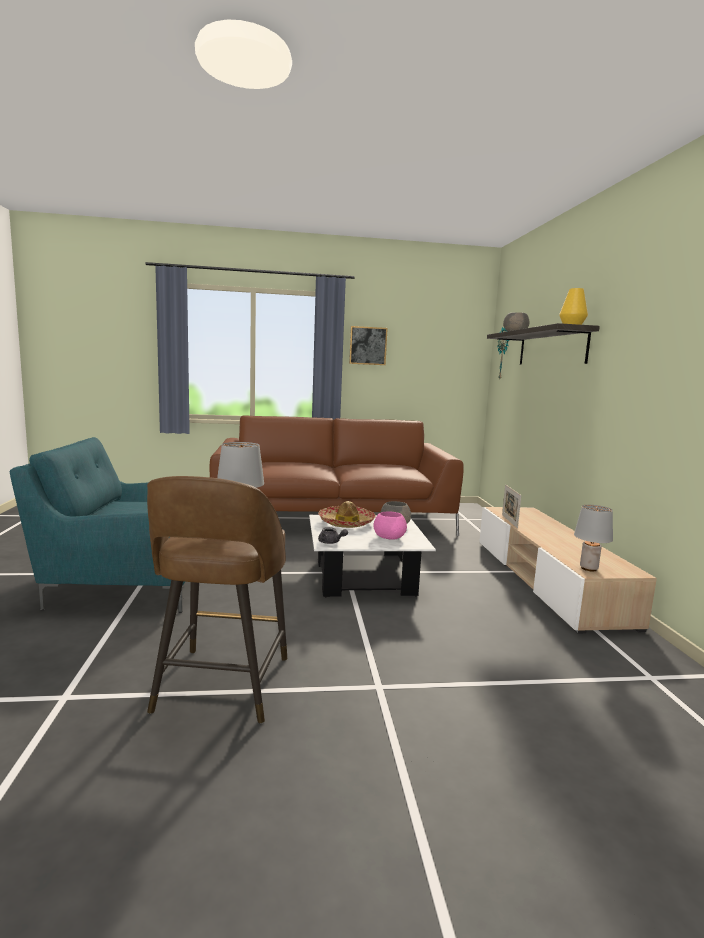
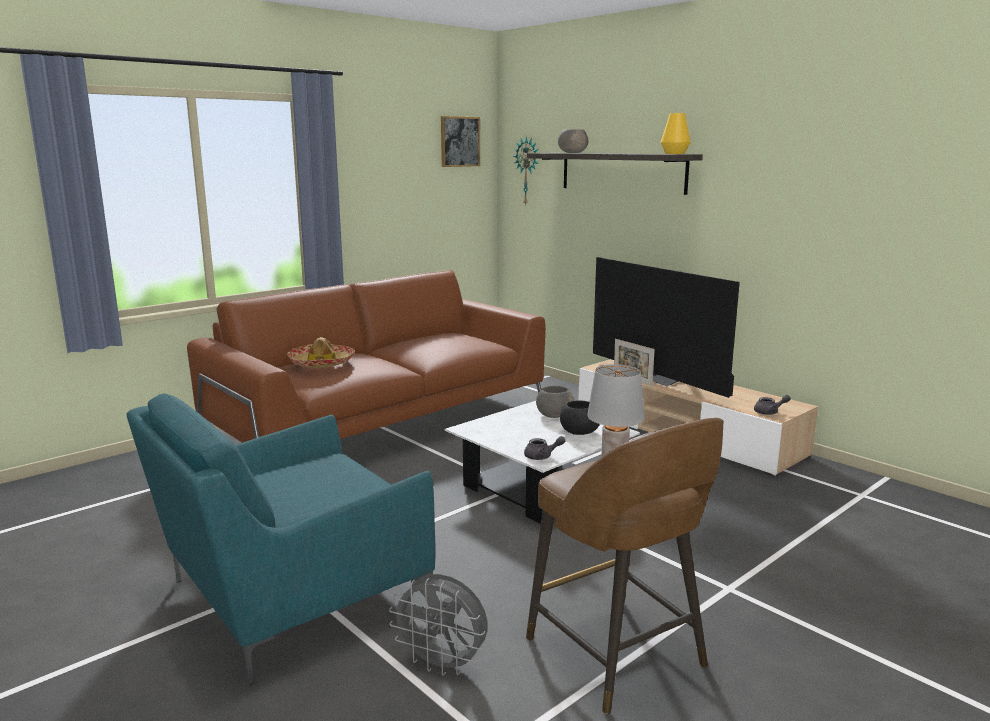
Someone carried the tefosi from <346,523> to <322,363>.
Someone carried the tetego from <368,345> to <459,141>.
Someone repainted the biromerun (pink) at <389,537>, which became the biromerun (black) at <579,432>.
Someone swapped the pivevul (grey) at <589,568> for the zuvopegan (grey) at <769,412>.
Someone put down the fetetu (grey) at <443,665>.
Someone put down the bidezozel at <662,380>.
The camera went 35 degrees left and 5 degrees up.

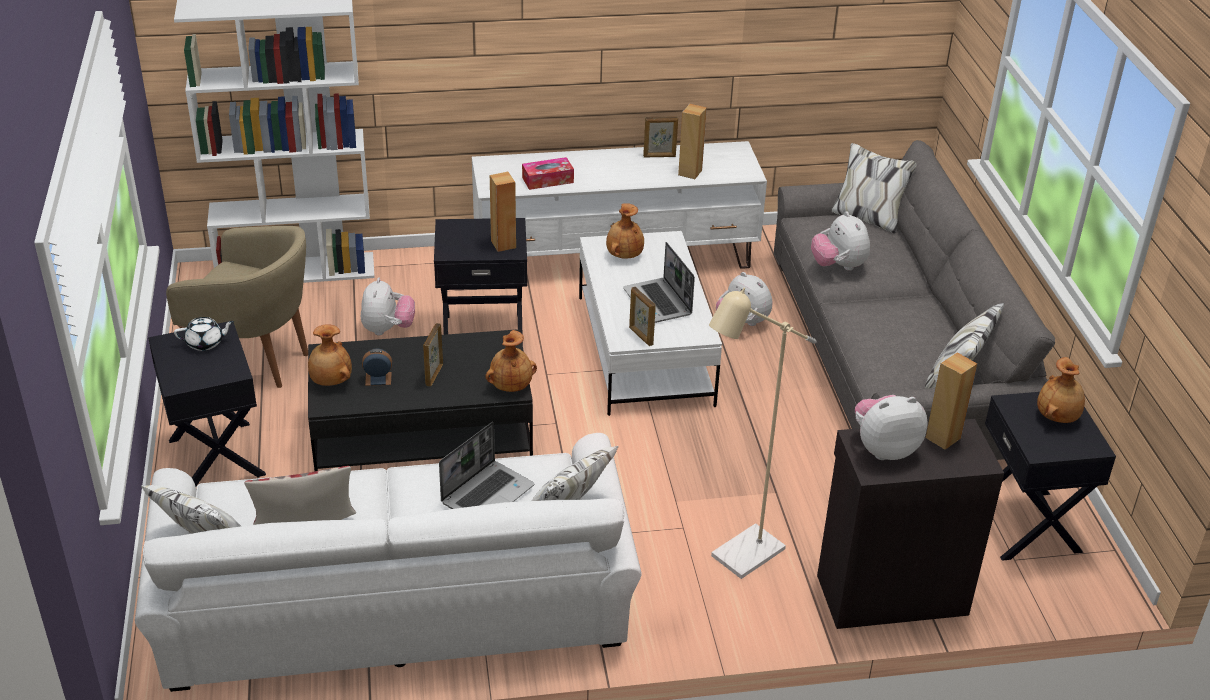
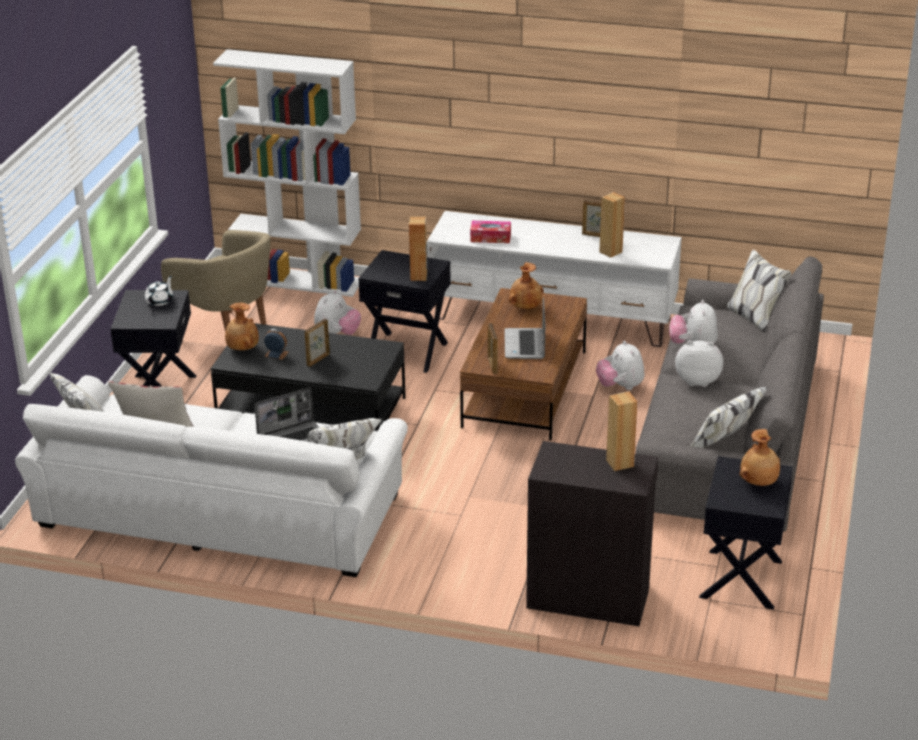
Someone rotated the zuvopegan (white) at <205,343> by 75 degrees counterclockwise.
Someone took away the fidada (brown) at <510,386>.
Someone repainted the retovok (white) at <645,350>, which became the retovok (brown) at <525,389>.
Someone took away the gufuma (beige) at <739,559>.
Someone carried the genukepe from <884,448> to <697,380>.
The camera went 25 degrees right and 5 degrees down.

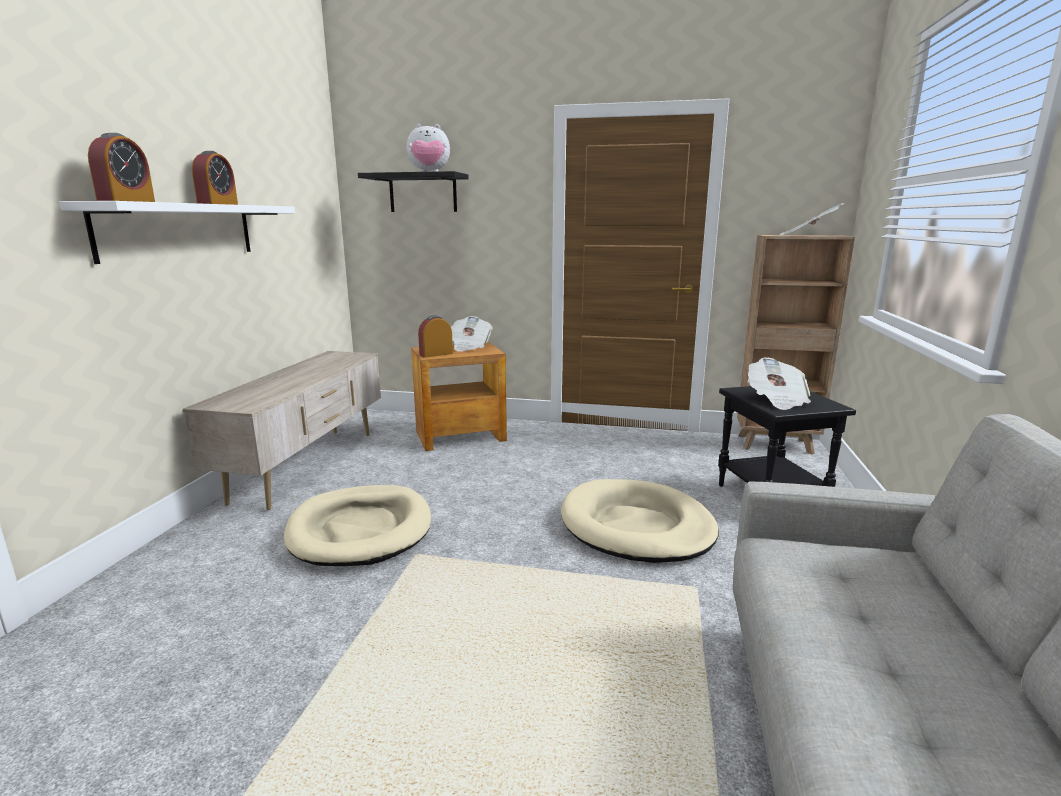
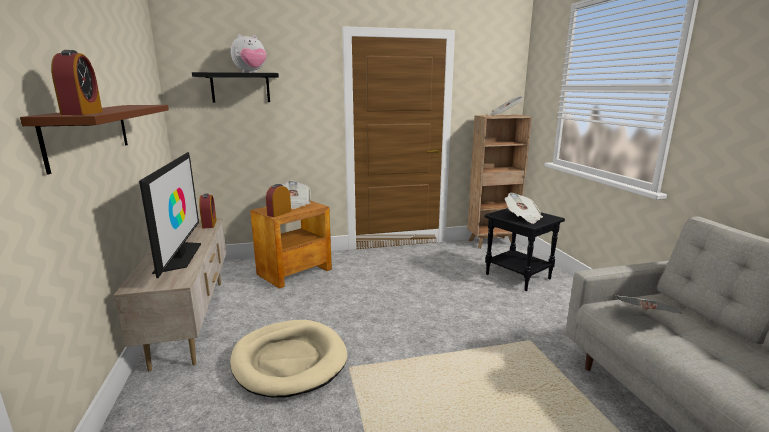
Someone repainted the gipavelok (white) at <179,231>, which became the gipavelok (brown) at <89,133>.
Someone carried the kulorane from <218,204> to <209,224>.
Someone took away the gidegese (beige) at <636,526>.
Someone put down the bidezozel at <180,256>.
Someone put down the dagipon at <643,318>.
The camera went 25 degrees left and 0 degrees up.

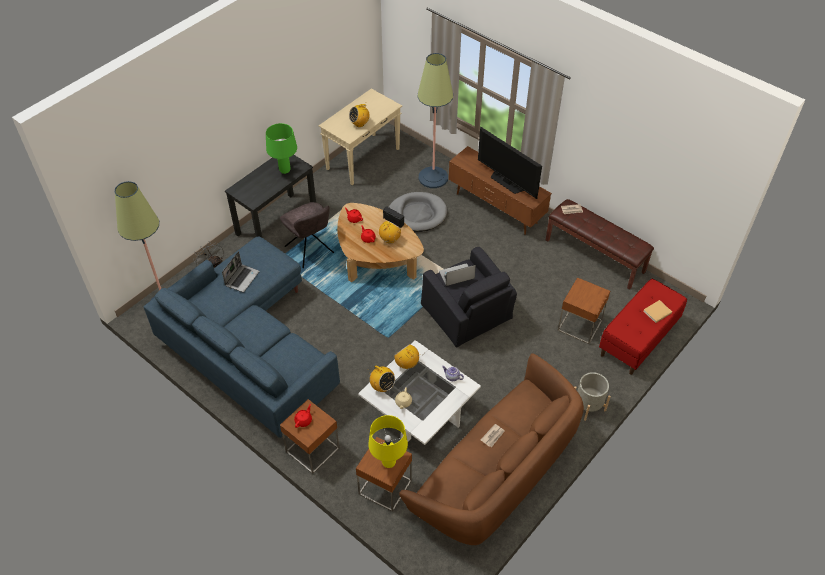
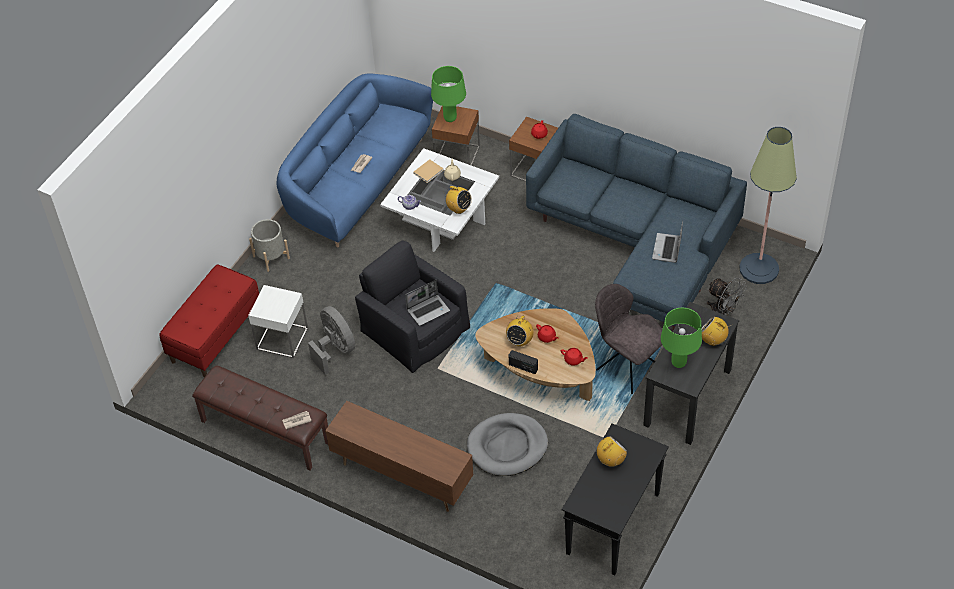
Someone repainted the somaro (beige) at <363,159>, which became the somaro (black) at <613,525>.
Someone repainted the pivevul (yellow) at <389,462>, which became the pivevul (green) at <450,119>.
Someone carried the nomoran from <382,386> to <713,340>.
Someone repainted the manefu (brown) at <496,474>, which became the manefu (blue) at <357,183>.
Someone took away the gufuma at <433,177>.
Someone took away the bidezozel at <507,182>.
Someone repainted the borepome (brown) at <580,325>, which became the borepome (white) at <282,338>.
Someone carried the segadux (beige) from <656,312> to <429,171>.
Someone put down the fetetu (grey) at <335,350>.
The camera went 170 degrees right and 0 degrees up.

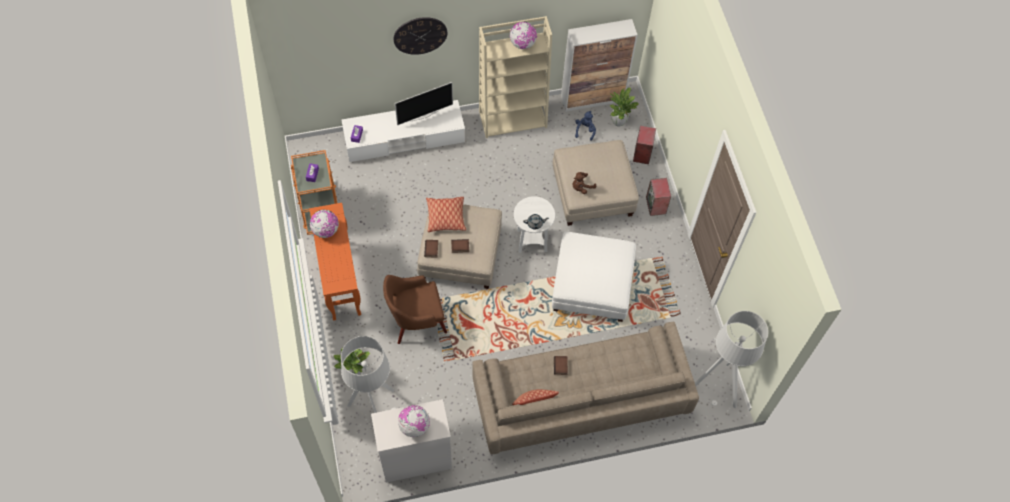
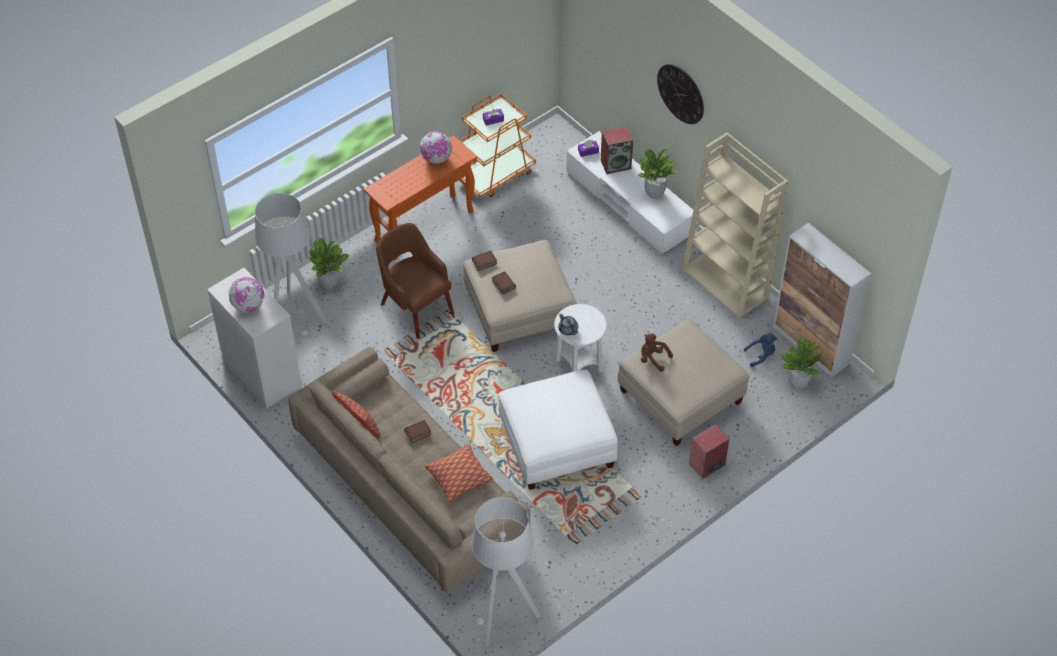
Someone swapped the bidezozel at <424,115> for the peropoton at <654,193>.
Someone carried the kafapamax from <446,217> to <459,477>.
Someone took away the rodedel at <523,44>.
Someone carried the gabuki from <641,154> to <616,164>.
The camera went 65 degrees right and 10 degrees down.

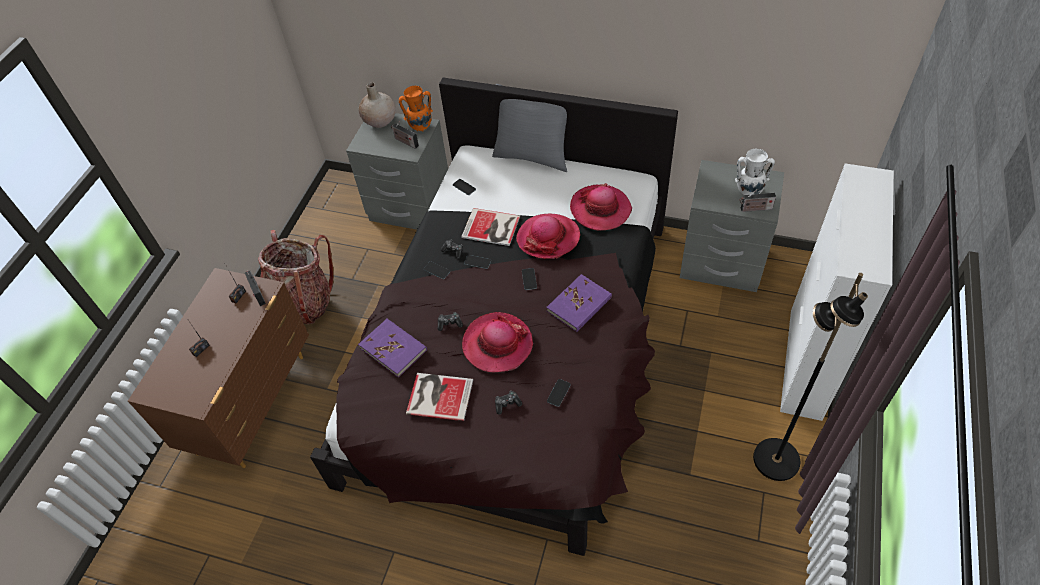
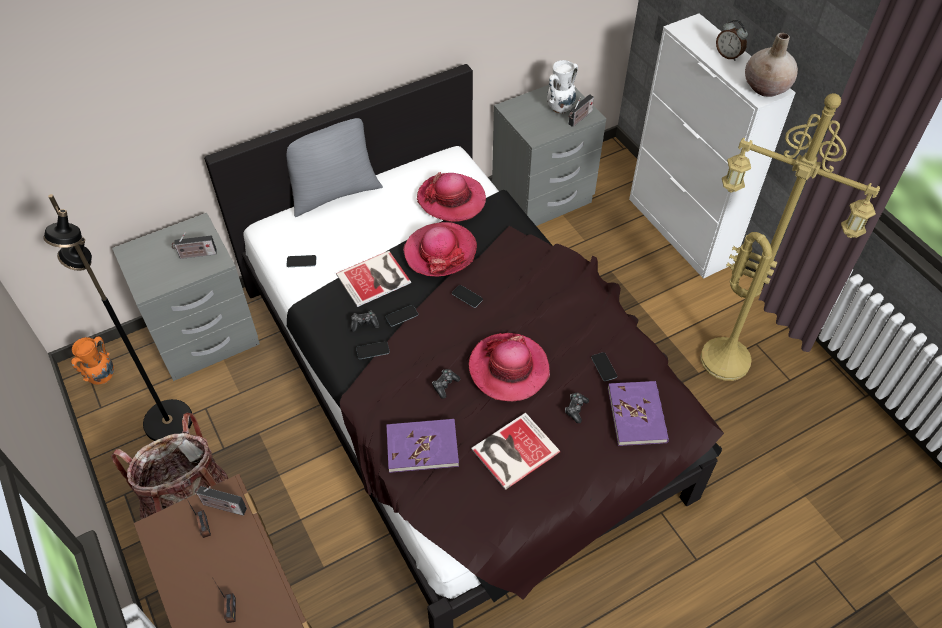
Someone carried the fidada (beige) from <380,121> to <766,87>.
Someone carried the fidada (orange) from <420,127> to <102,377>.
Someone carried the segadux (purple) from <579,305> to <637,415>.
Someone carried the gufuma (black) from <775,460> to <167,422>.
Someone put down the gufuma (yellow) at <728,358>.
Someone put down the kulorane at <728,55>.
The camera went 50 degrees left and 0 degrees up.

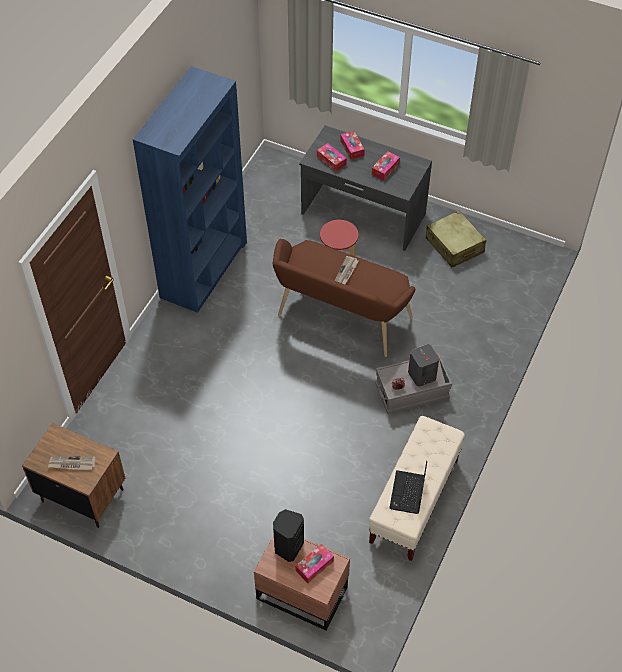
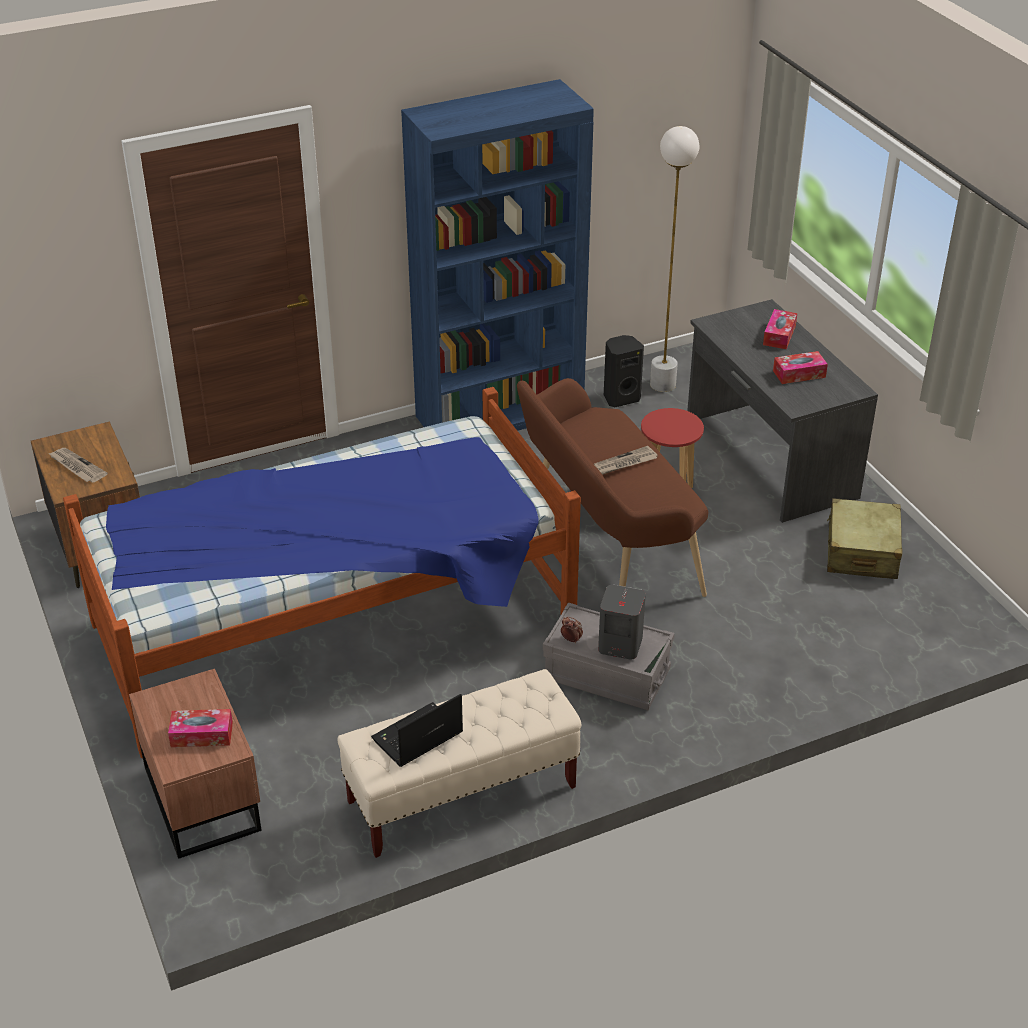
Someone carried the gabuki (black) from <288,547> to <620,398>.
Someone took away the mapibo at <331,160>.
Someone put down the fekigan at <335,623>.
Someone put down the gufuma (white) at <662,385>.
The camera went 40 degrees right and 15 degrees down.

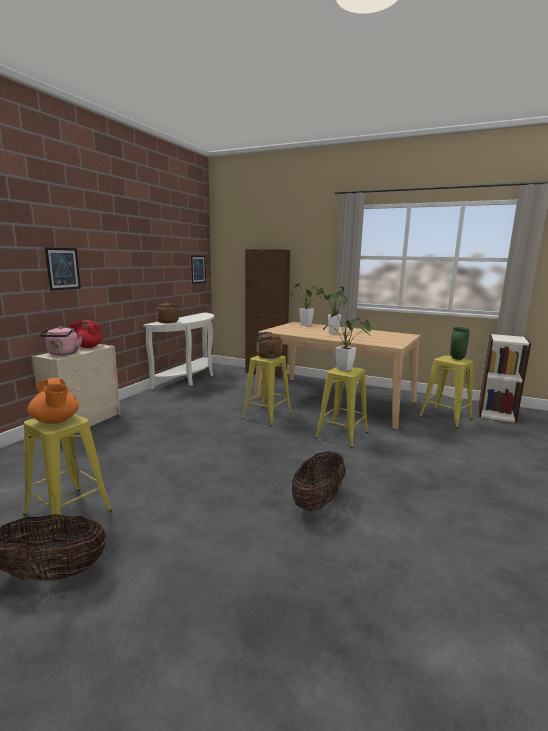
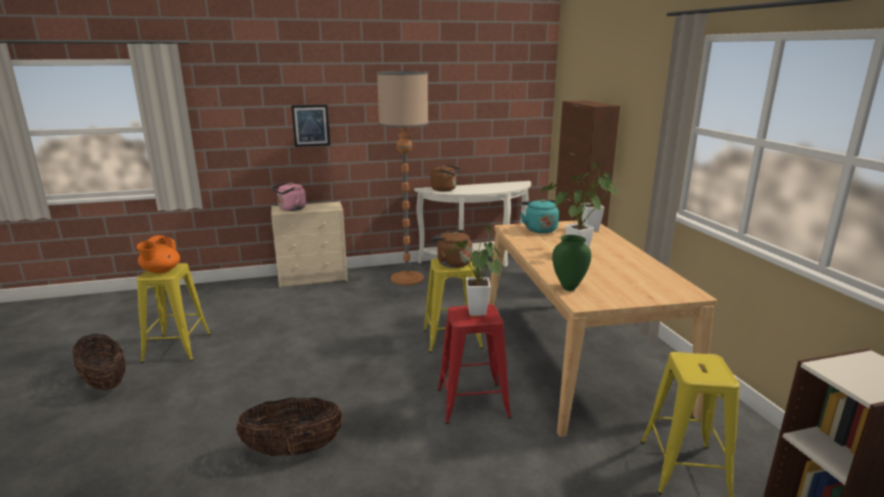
Someone took away the zuvopegan (red) at <88,346>.
Someone took away the tetego at <198,269>.
Someone repainted the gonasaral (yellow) at <342,435>, which became the gonasaral (red) at <473,403>.
Someone carried the fidada (green) from <457,358> to <568,288>.
Someone put down the gufuma at <407,278>.
Someone put down the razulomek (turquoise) at <539,229>.
The camera went 50 degrees right and 5 degrees up.

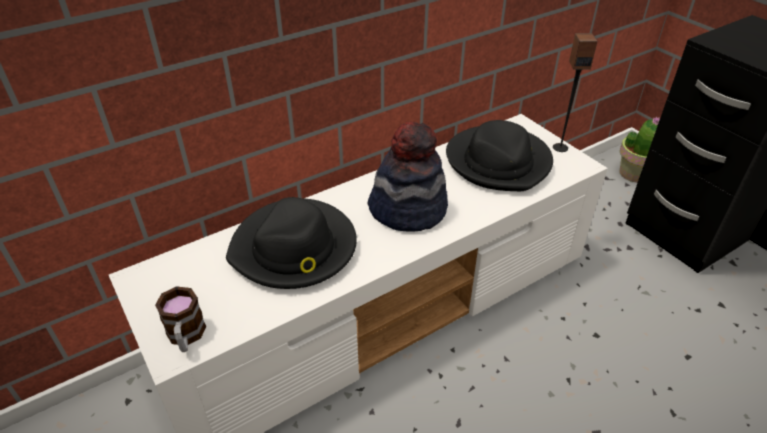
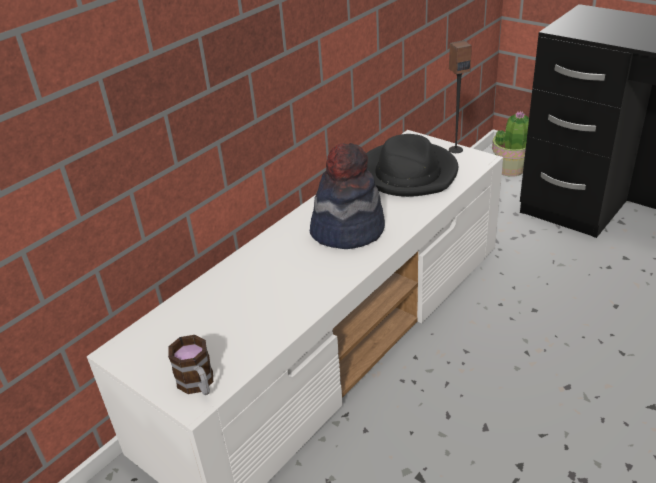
Someone took away the tefosi (black) at <294,248>.
The camera went 15 degrees left and 5 degrees down.

